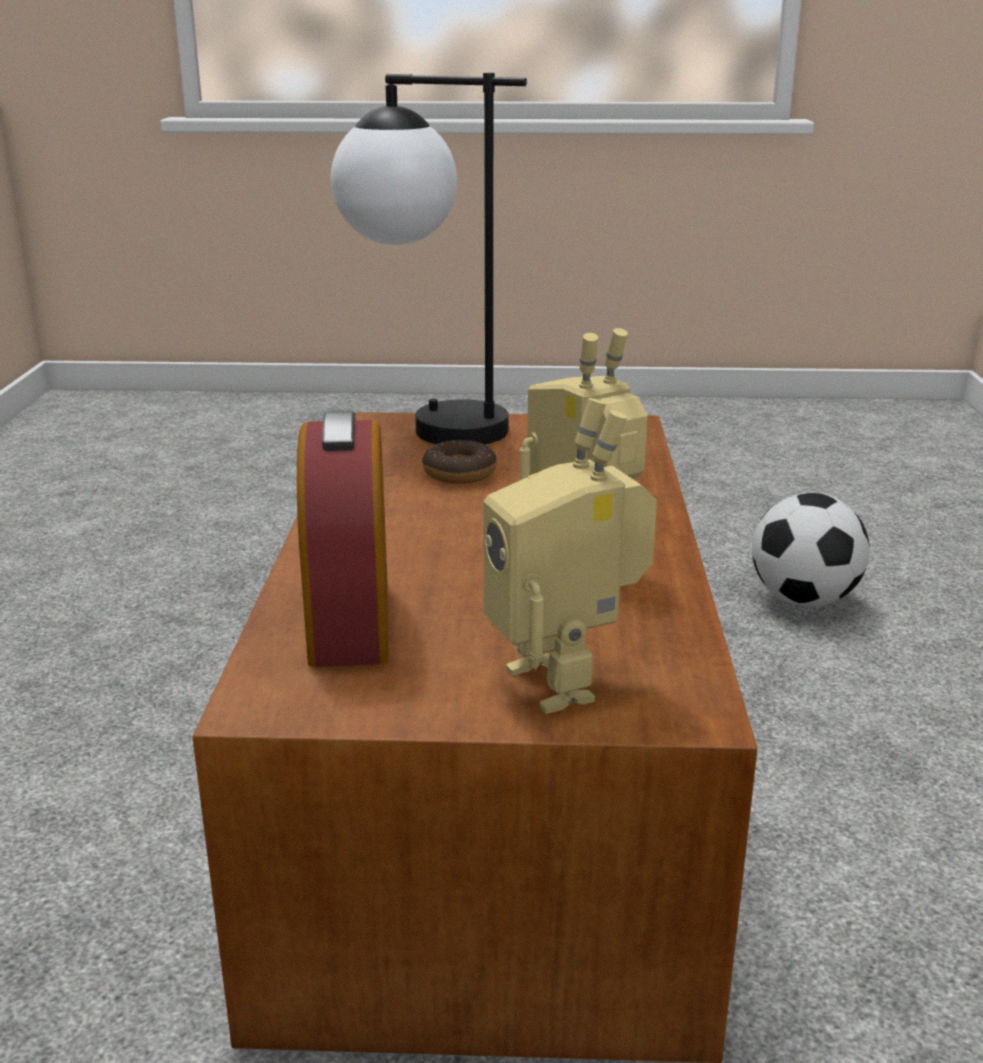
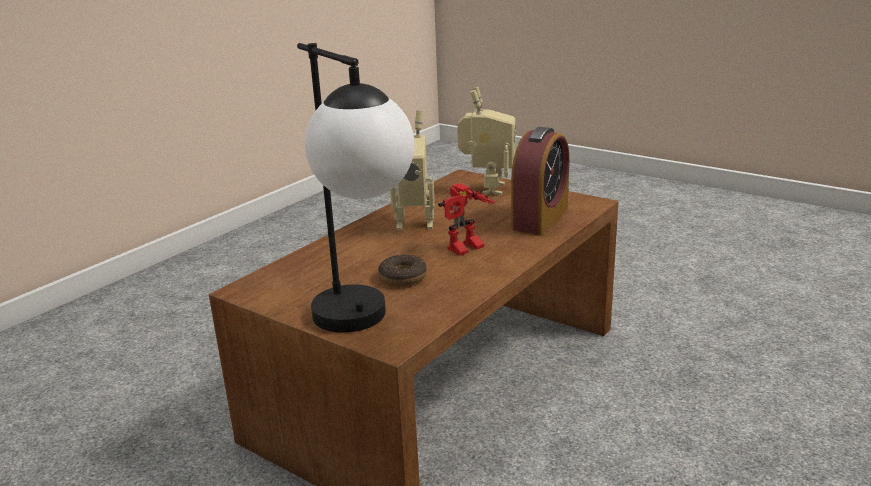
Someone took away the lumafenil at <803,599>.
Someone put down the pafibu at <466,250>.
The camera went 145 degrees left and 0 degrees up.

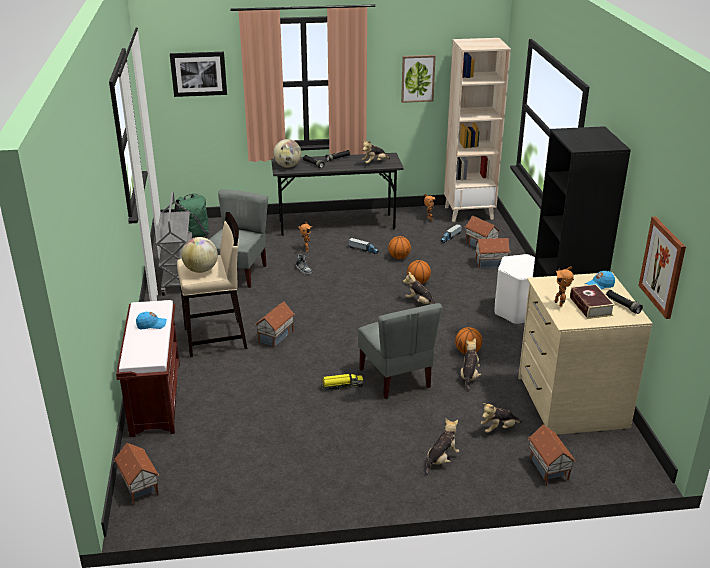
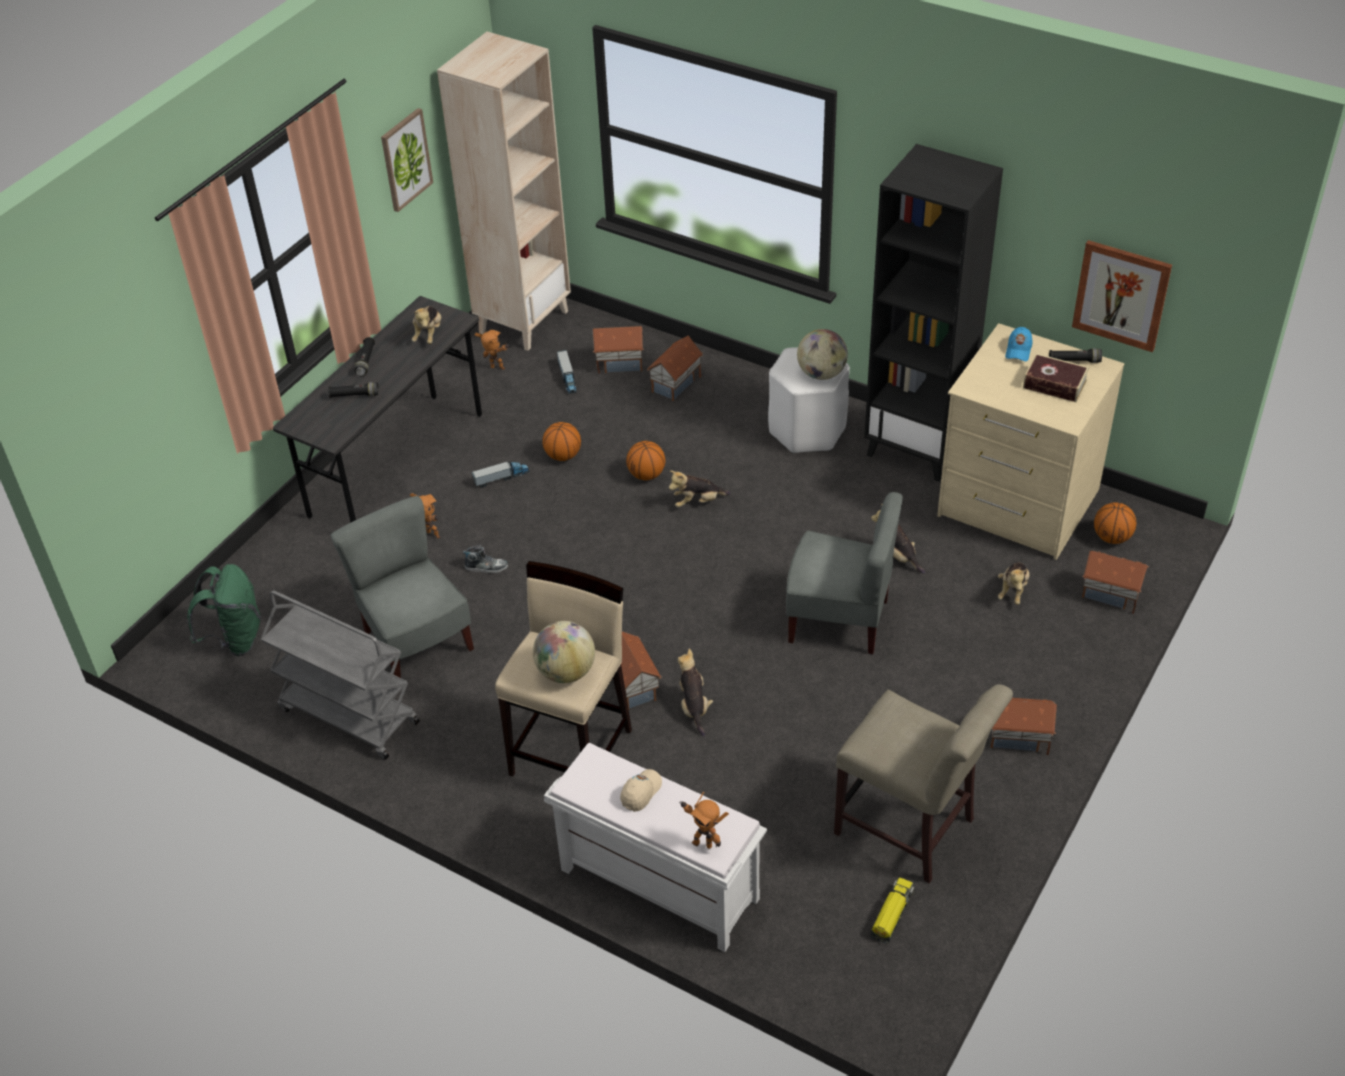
Someone carried the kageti from <138,487> to <1019,739>.
Someone repainted the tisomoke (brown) at <155,397>, which became the tisomoke (white) at <657,884>.
Someone repainted the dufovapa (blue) at <151,325>, which became the dufovapa (beige) at <641,792>.
Someone took away the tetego at <198,74>.
Someone carried the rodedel from <287,166> to <821,374>.
Someone carried the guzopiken from <342,386> to <891,914>.
Someone carried the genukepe from <441,460> to <694,706>.
Someone carried the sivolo from <467,352> to <1111,538>.
Someone carried the pafibu from <560,303> to <703,842>.
Someone put down the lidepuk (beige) at <911,830>.
The camera went 50 degrees left and 15 degrees up.

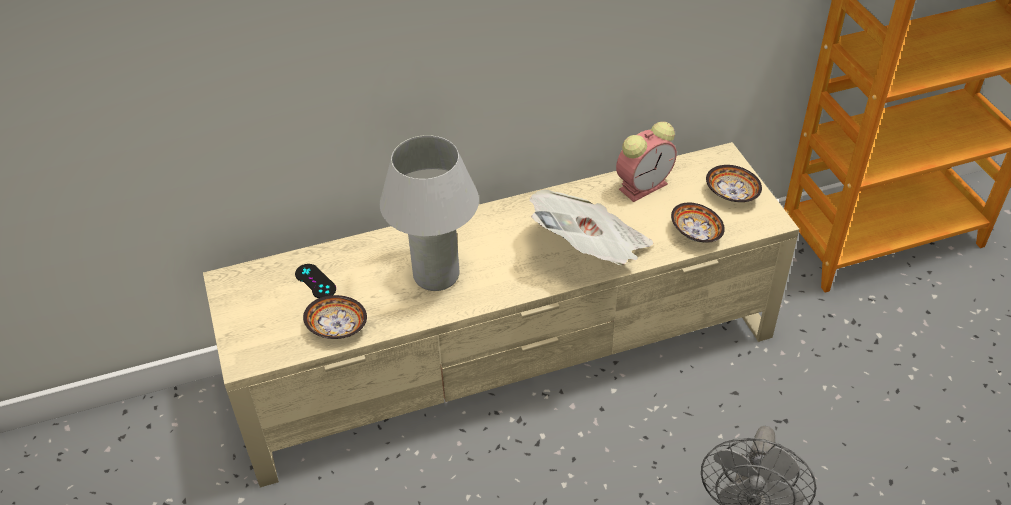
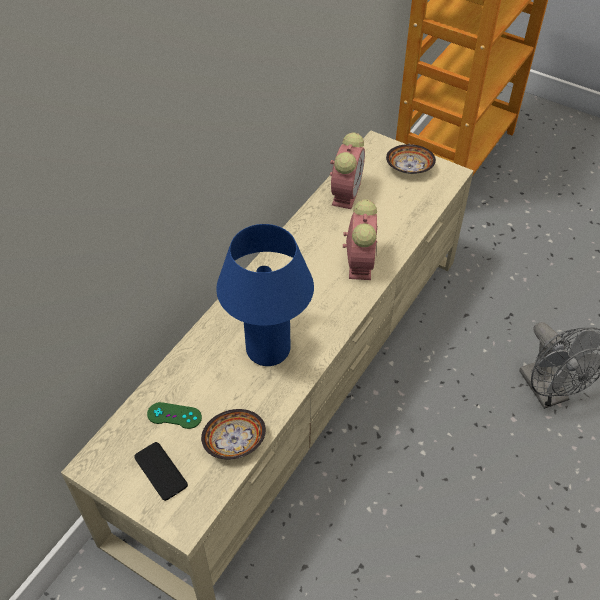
Someone repainted the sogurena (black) at <315,281>, which became the sogurena (green) at <174,415>.
Someone repainted the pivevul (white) at <436,275>, which became the pivevul (blue) at <268,349>.
Someone swapped the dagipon at <591,250> for the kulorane at <359,262>.
Someone took away the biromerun at <695,234>.
Someone put down the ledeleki at <160,471>.
The camera went 40 degrees left and 5 degrees up.

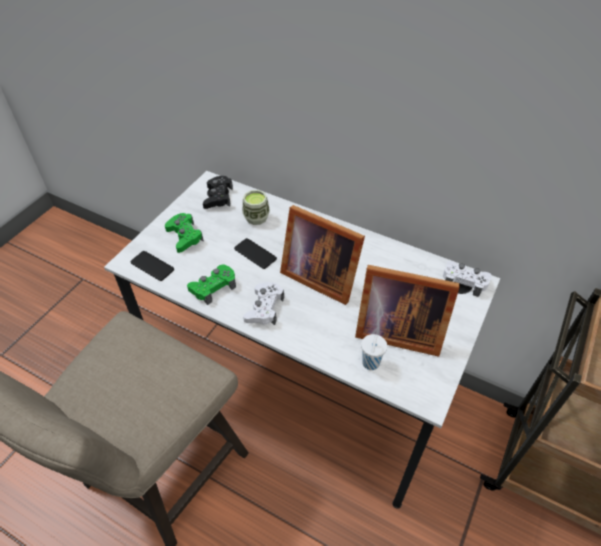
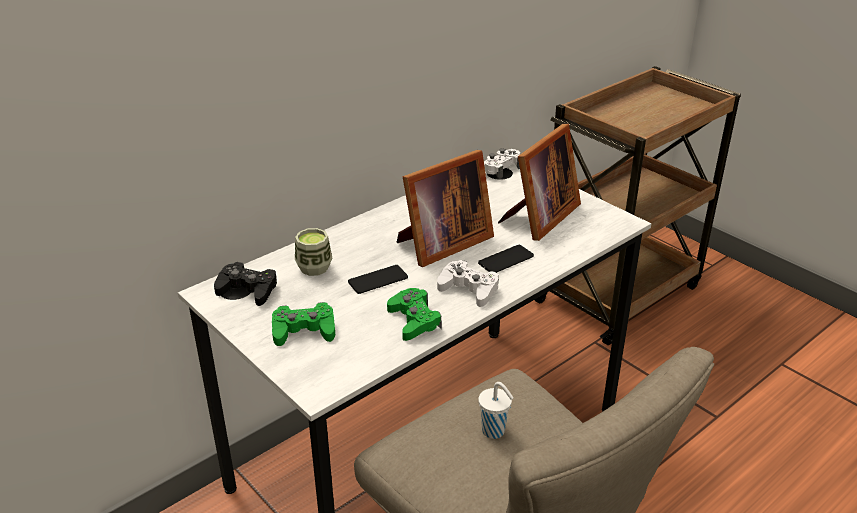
Someone carried the ledeleki from <152,266> to <506,260>.
Someone carried the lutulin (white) from <370,364> to <494,431>.
The camera went 70 degrees left and 15 degrees down.

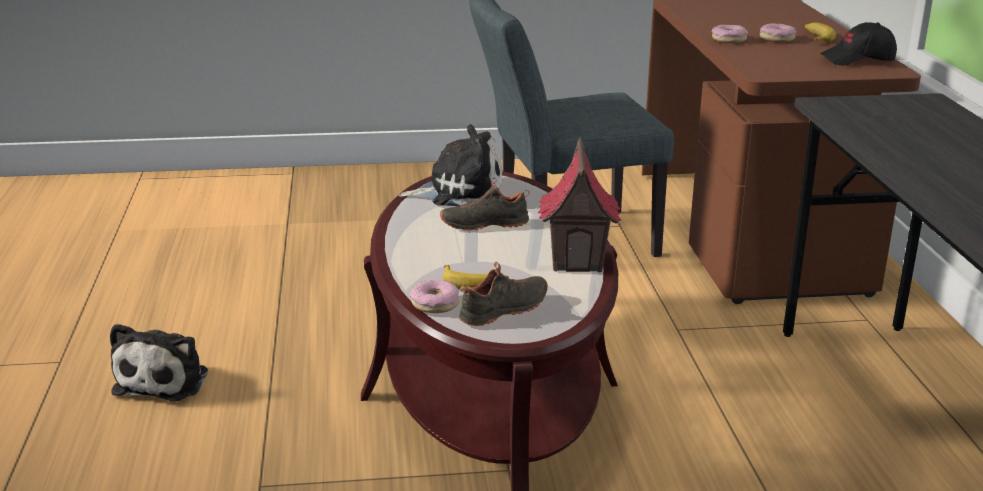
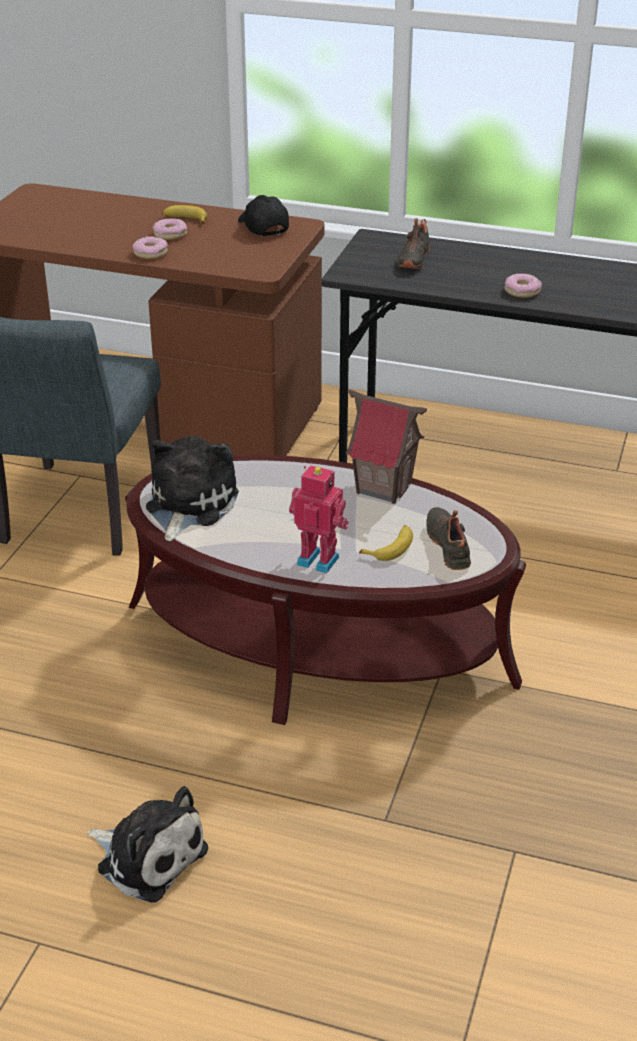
Someone carried the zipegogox from <435,304> to <522,291>.
Someone carried the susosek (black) from <484,223> to <412,259>.
Someone rotated the dufovapa (black) at <858,60> by 135 degrees clockwise.
Someone put down the pafibu at <319,559>.
The camera went 65 degrees left and 10 degrees up.

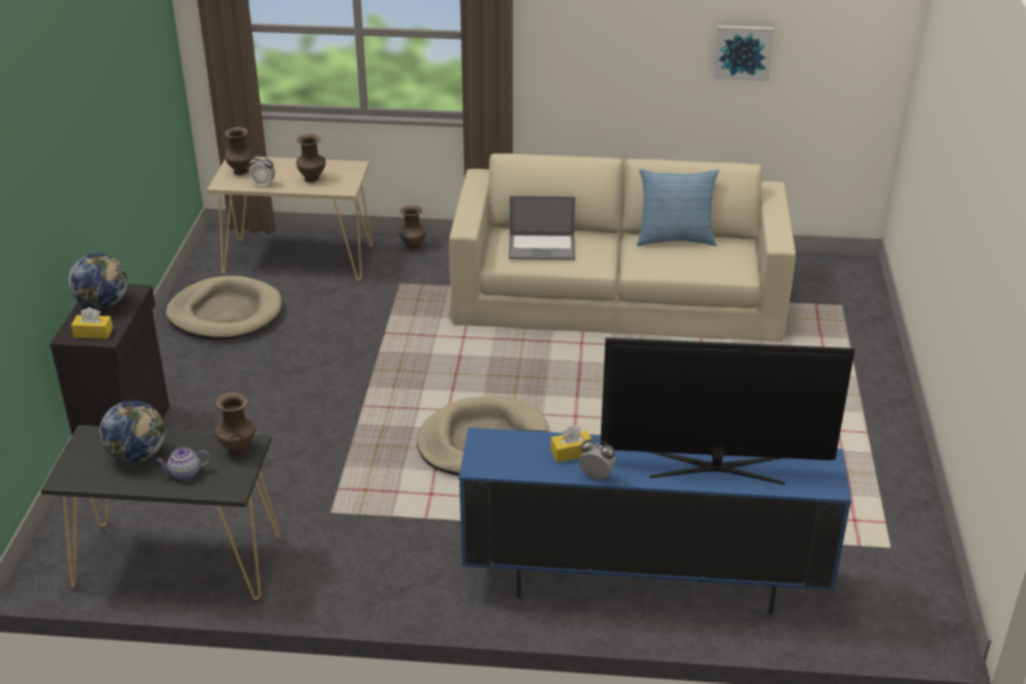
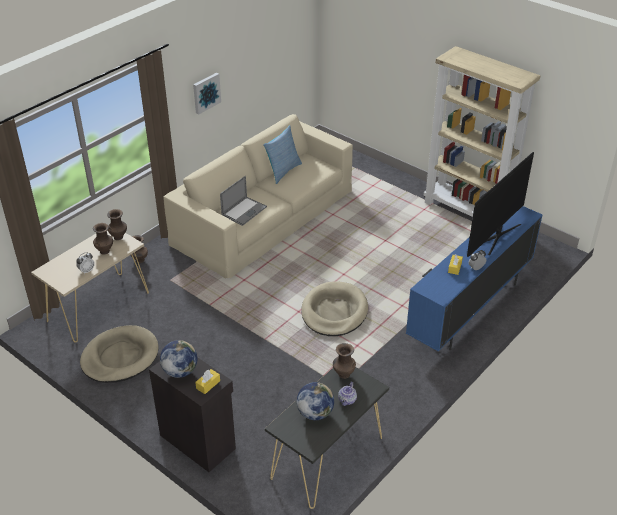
Someone carried the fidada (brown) from <242,172> to <119,237>.
Someone carried the tetego from <743,51> to <206,92>.
Someone put down the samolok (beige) at <467,212>.
The camera went 55 degrees left and 5 degrees up.

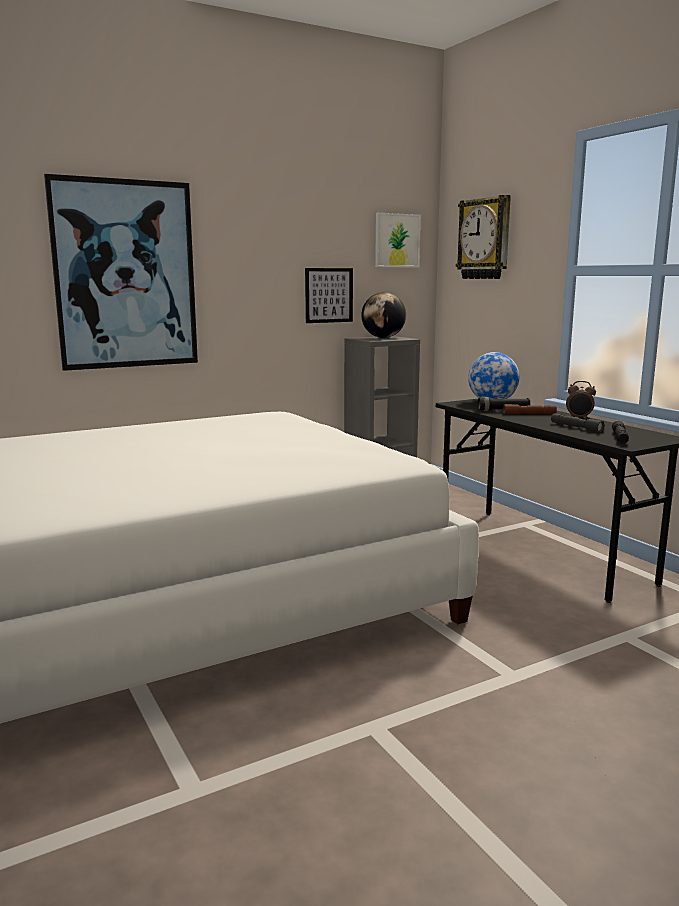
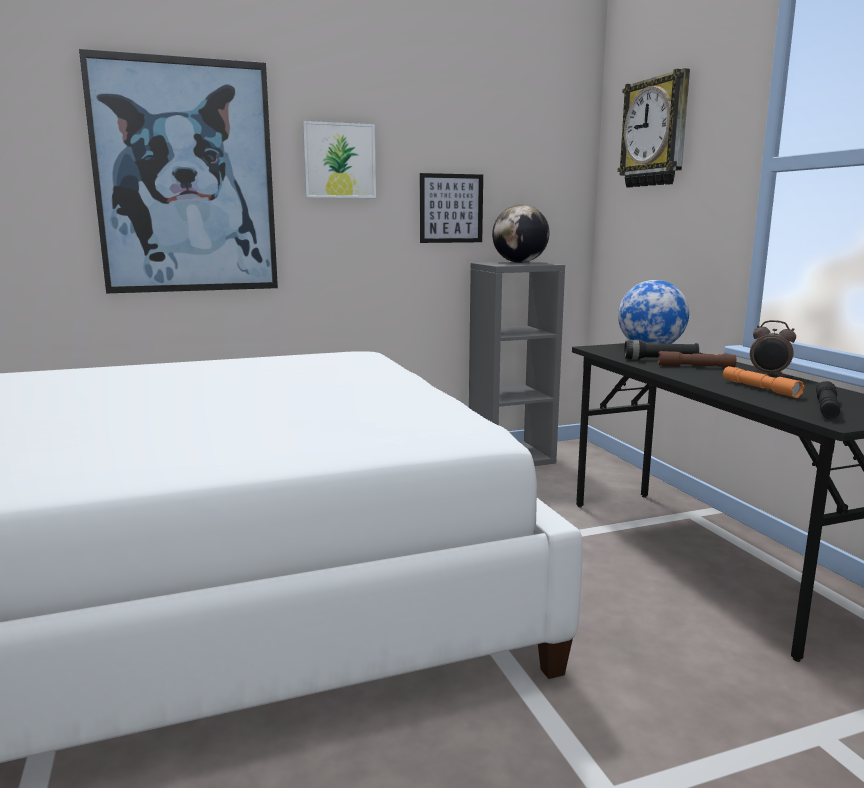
Someone carried the tetego from <397,240> to <339,161>.
Someone repainted the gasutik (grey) at <576,427>, which became the gasutik (orange) at <760,388>.
The camera went 10 degrees right and 0 degrees up.

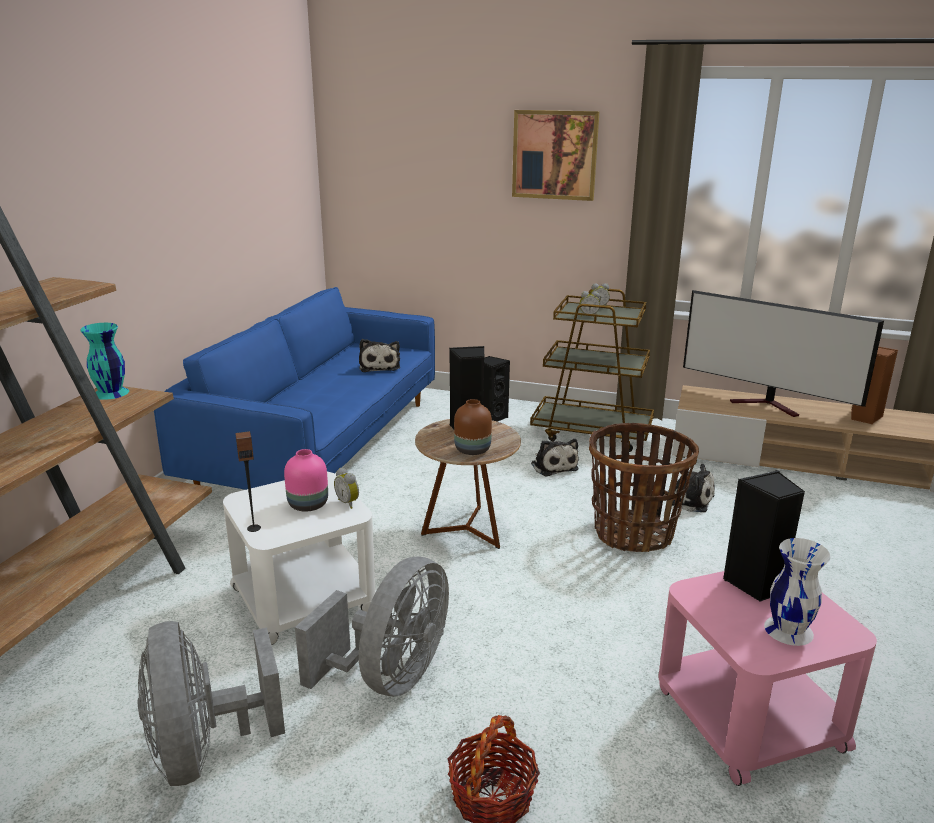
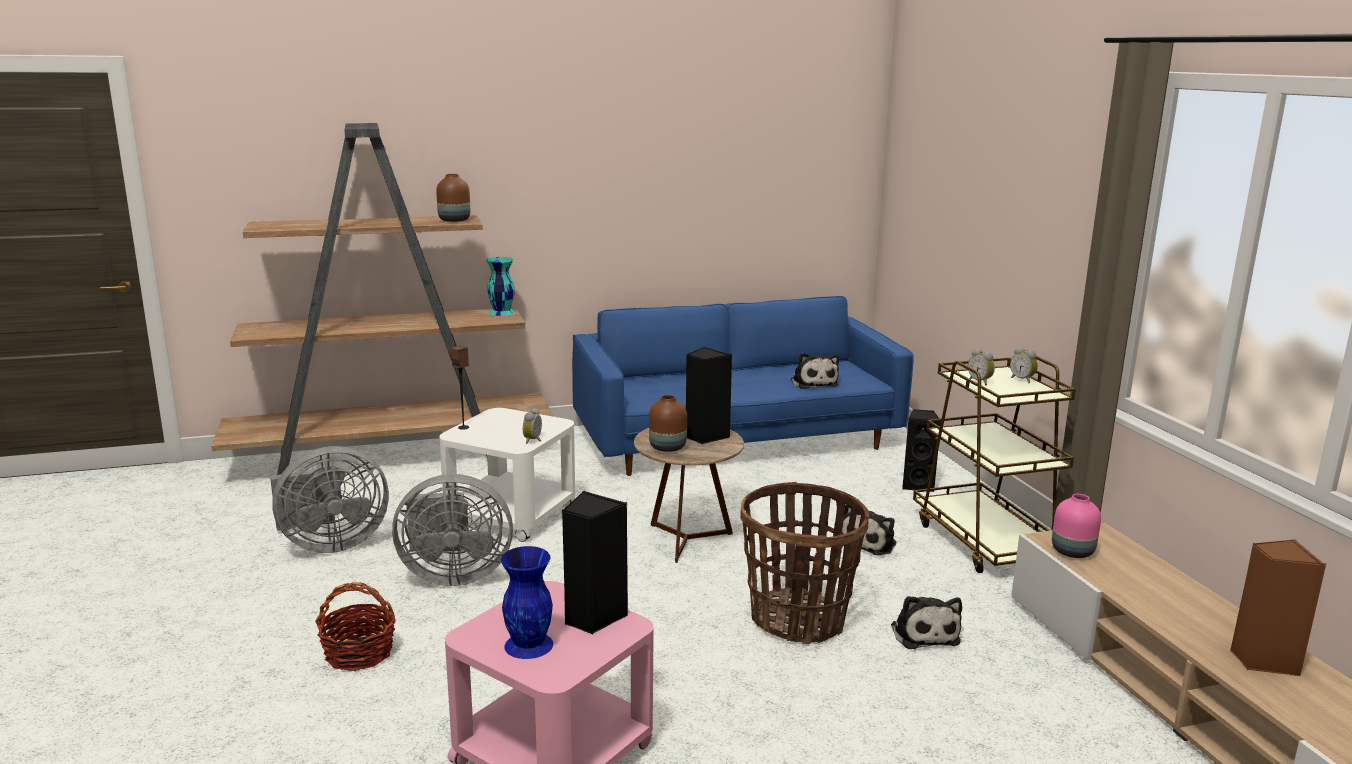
Someone rotated the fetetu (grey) at <205,750> by 150 degrees counterclockwise.
Someone carried the fidada (pink) from <307,505> to <1071,552>.
Someone rotated the genukepe at <379,366> by 60 degrees counterclockwise.
Someone took away the tetego at <555,155>.
Someone took away the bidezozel at <768,405>.
Someone repainted the fidada (white) at <788,629>, which became the fidada (blue) at <529,644>.
Someone put down the fidada (brown) at <455,220>.
The camera went 55 degrees right and 5 degrees down.

